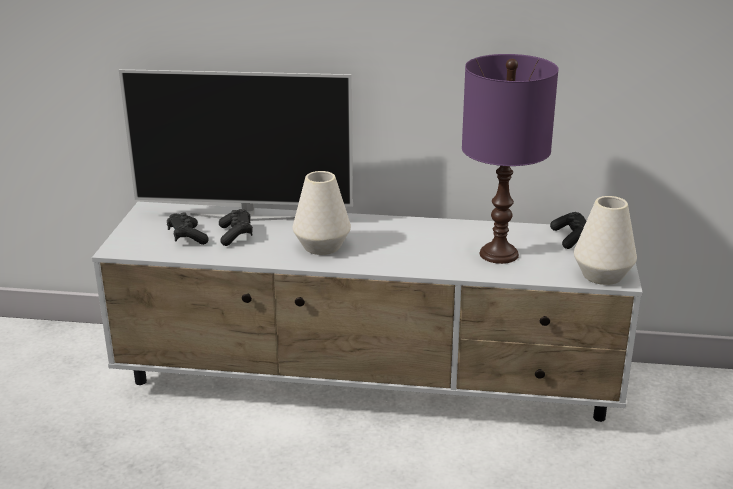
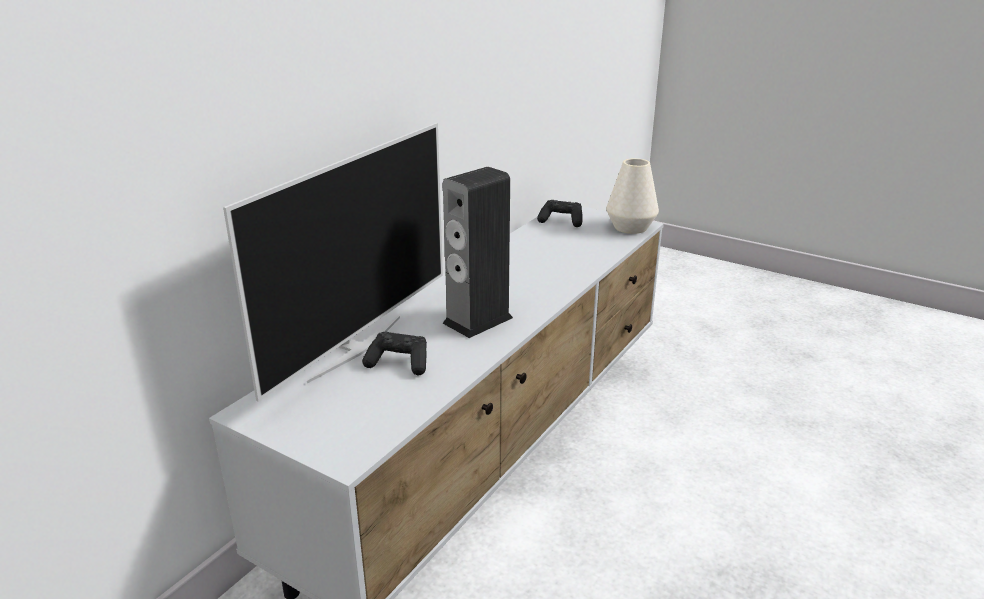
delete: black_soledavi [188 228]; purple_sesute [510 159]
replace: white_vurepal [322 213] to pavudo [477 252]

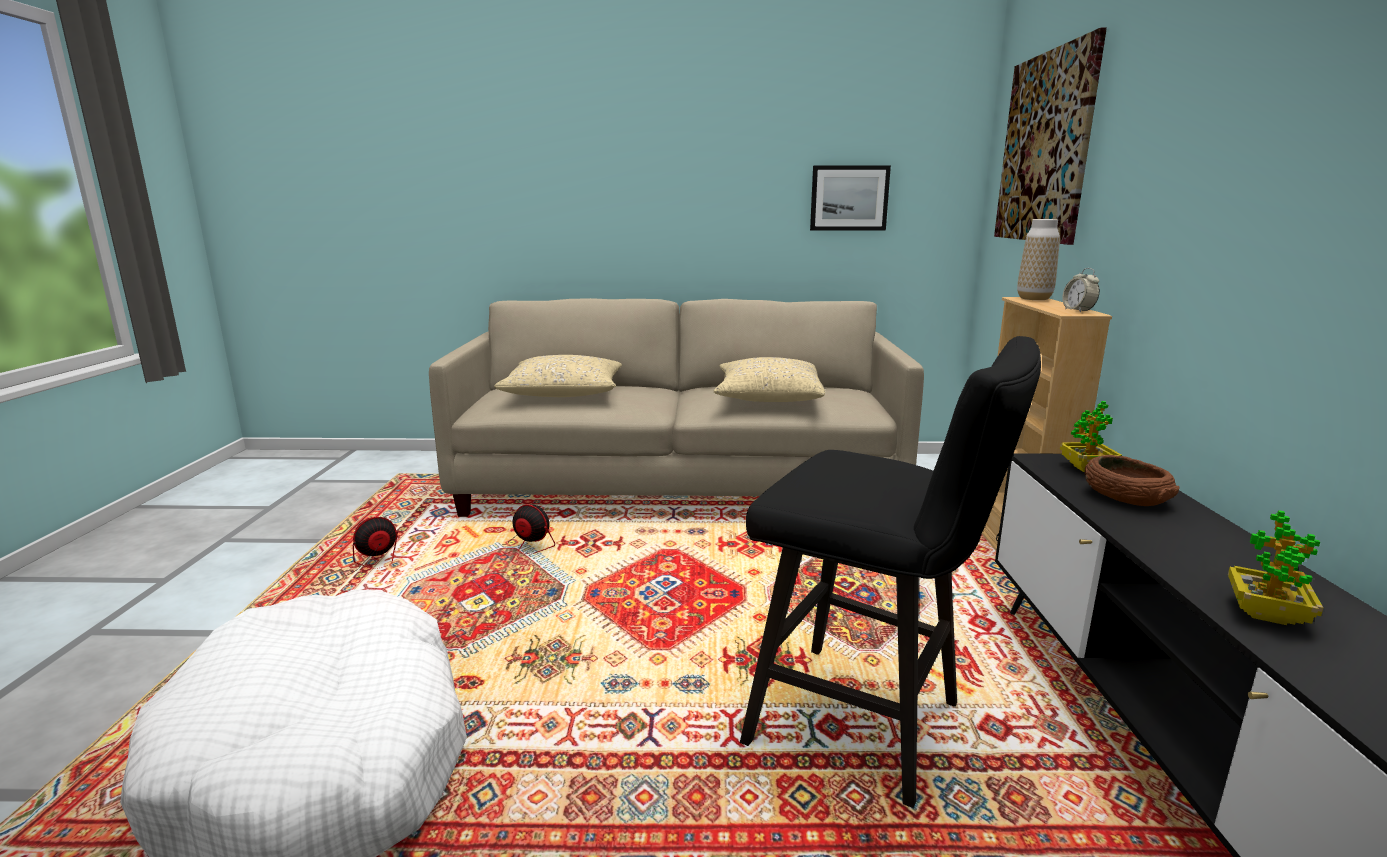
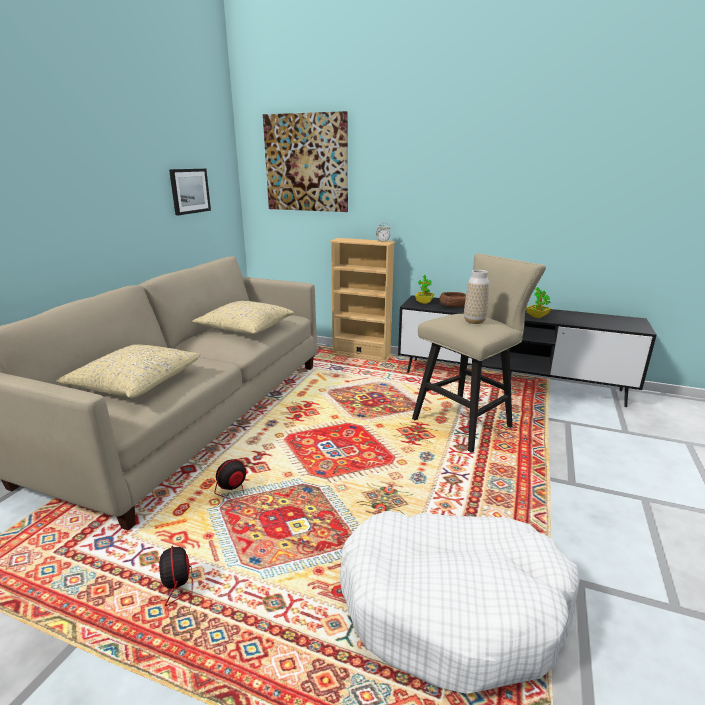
move: vurepal [1038 259] to [476 297]
recolor: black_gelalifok [890 572] to beige_gelalifok [479 353]

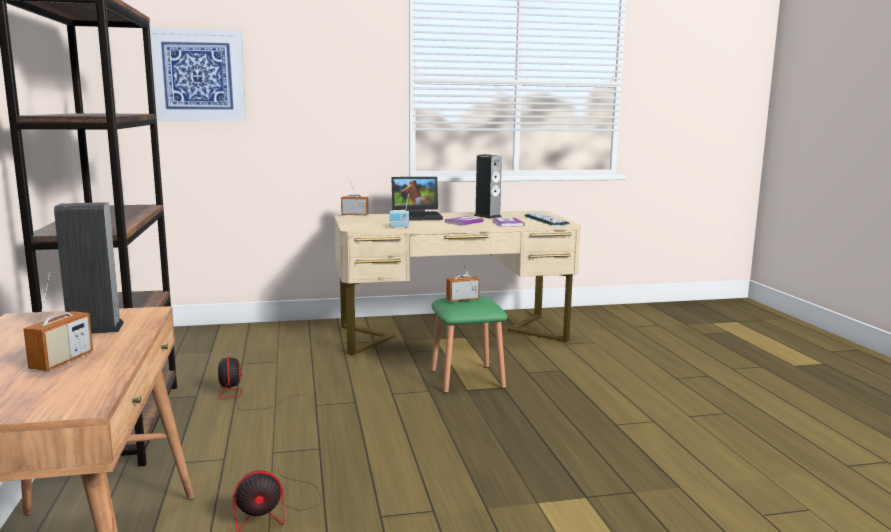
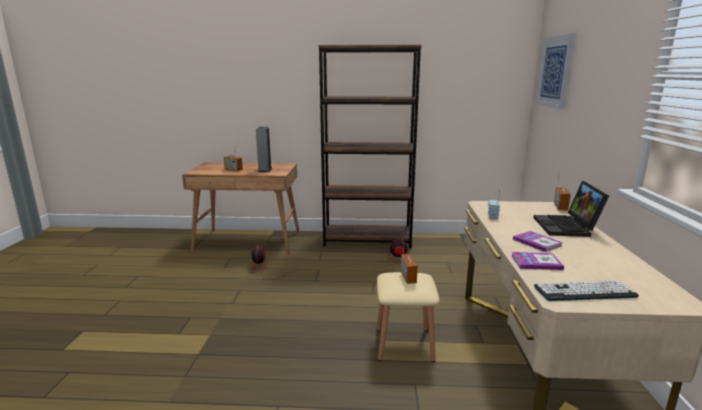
delete: pavudo [488 186]
recolor: green_gelalifok [469 345] to beige_gelalifok [408 317]

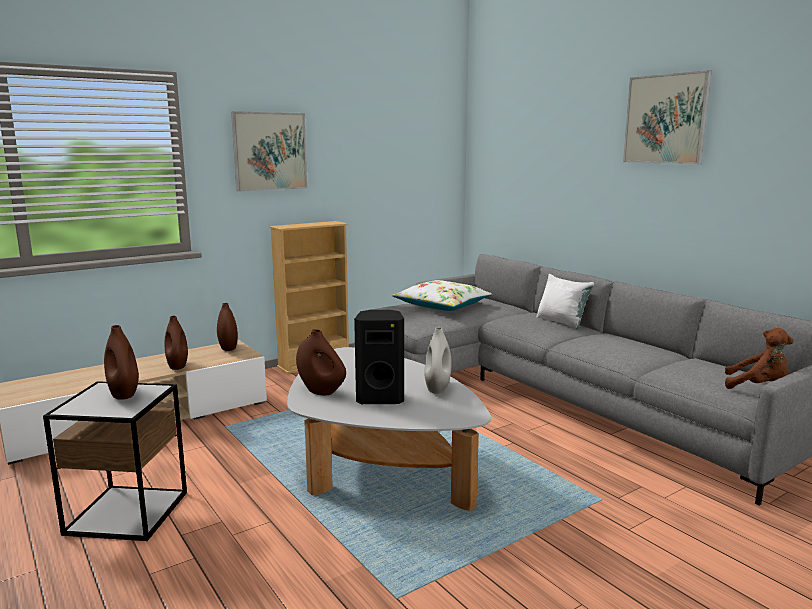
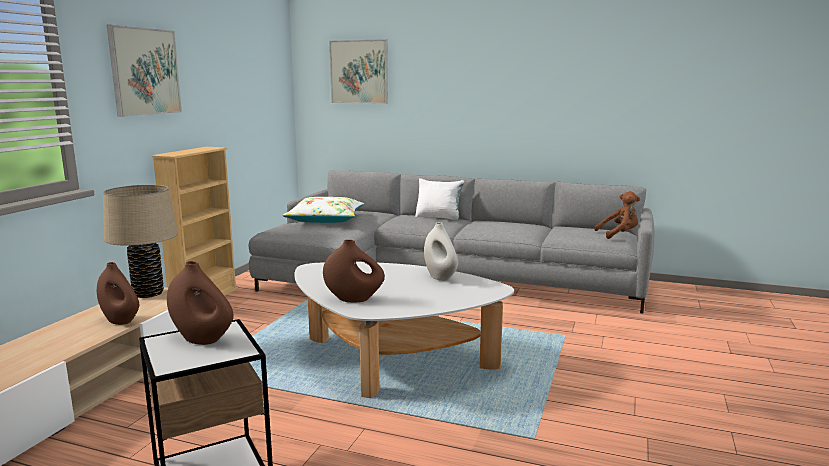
delete: black_pavudo [379 357]
move: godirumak [667 117] to [358 71]
replace: brown_vurepal [227 327] to beige_sesute [140 241]

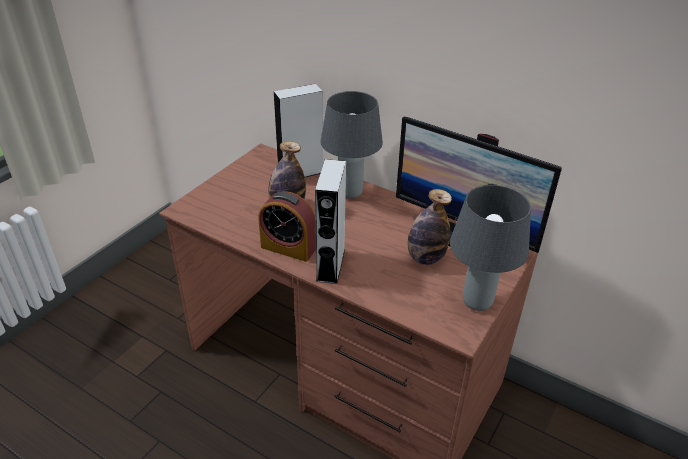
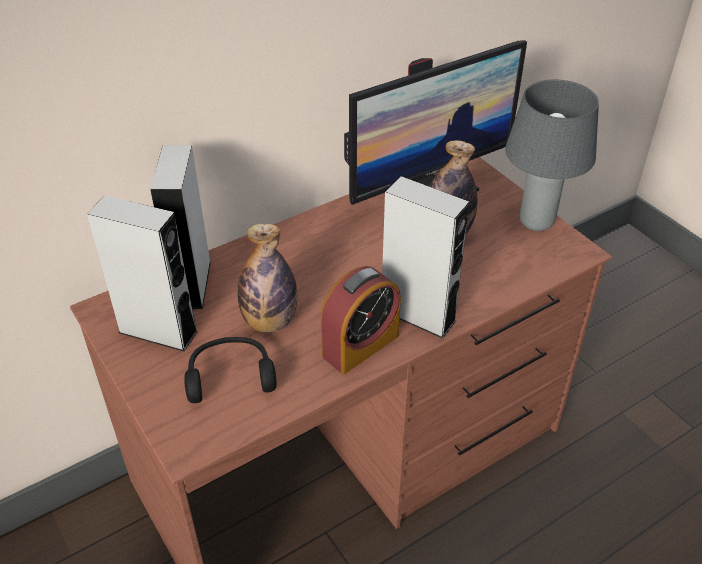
delete: grey_sesute [352 145]
insert: grey_pavudo [142 273]; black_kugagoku [230 370]

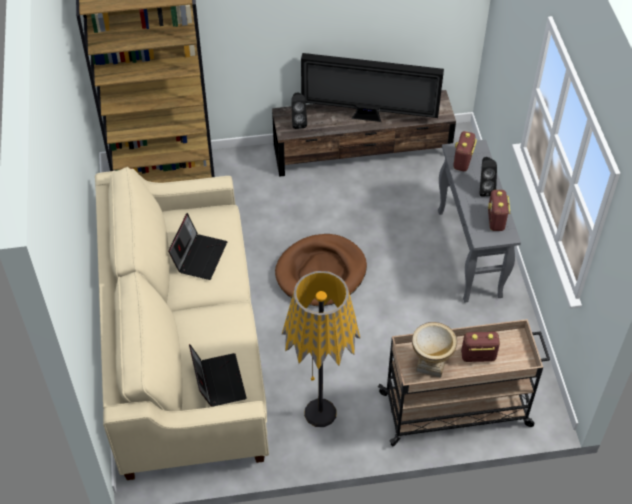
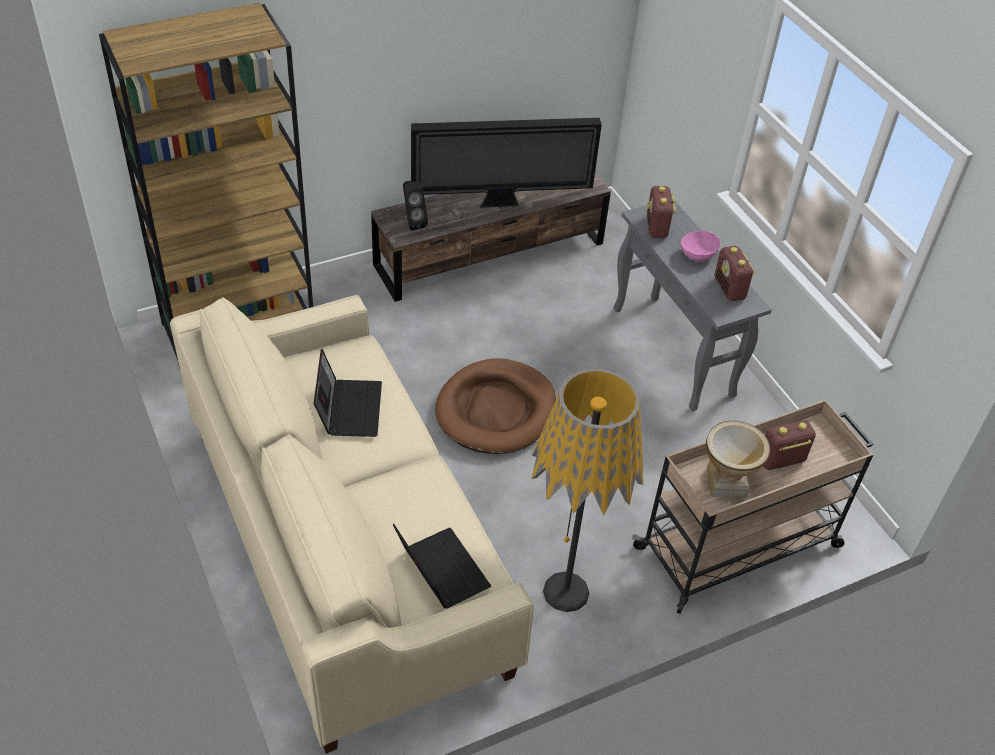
replace: black_pavudo [488 177] to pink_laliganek [700 245]

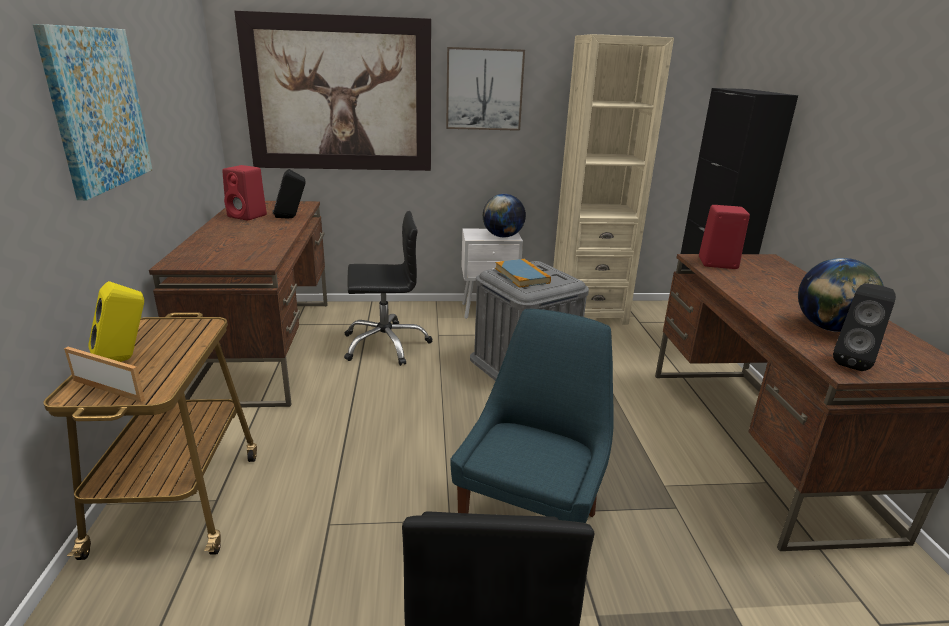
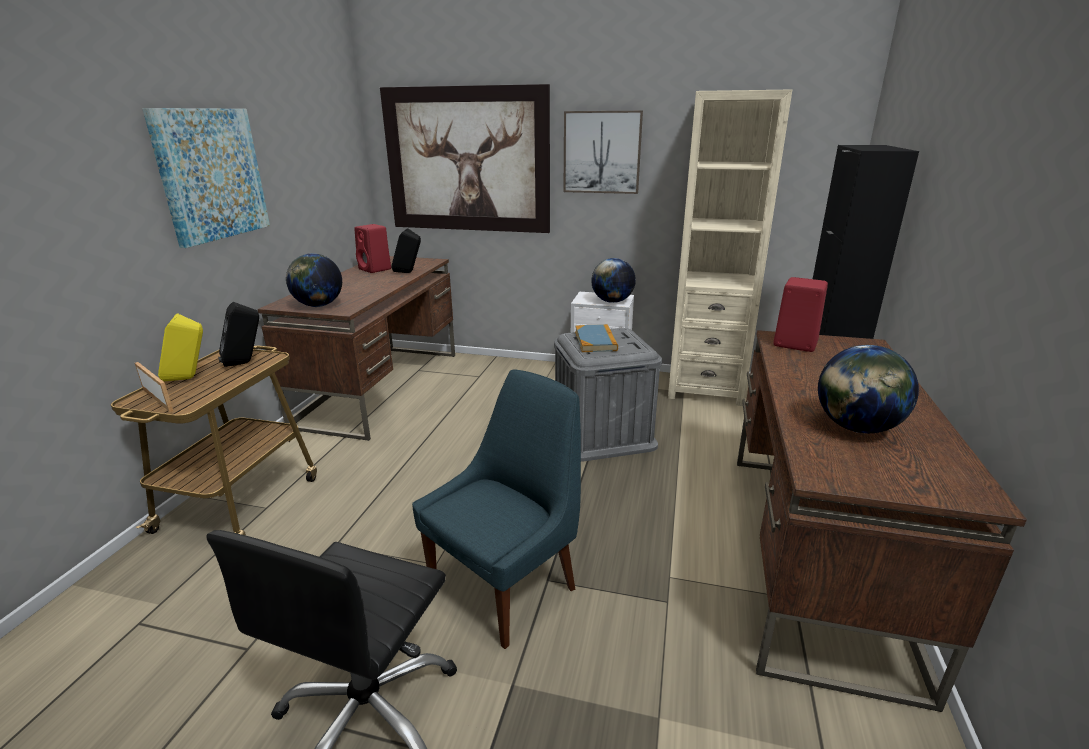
delete: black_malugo [388 288]
insert: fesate [314 280]
move: black_pavudo [864 327] to [238 334]

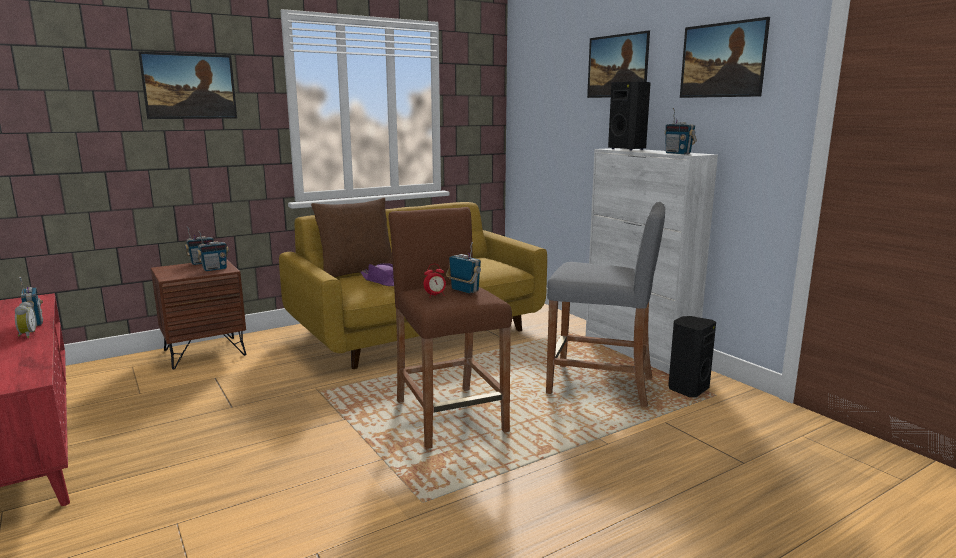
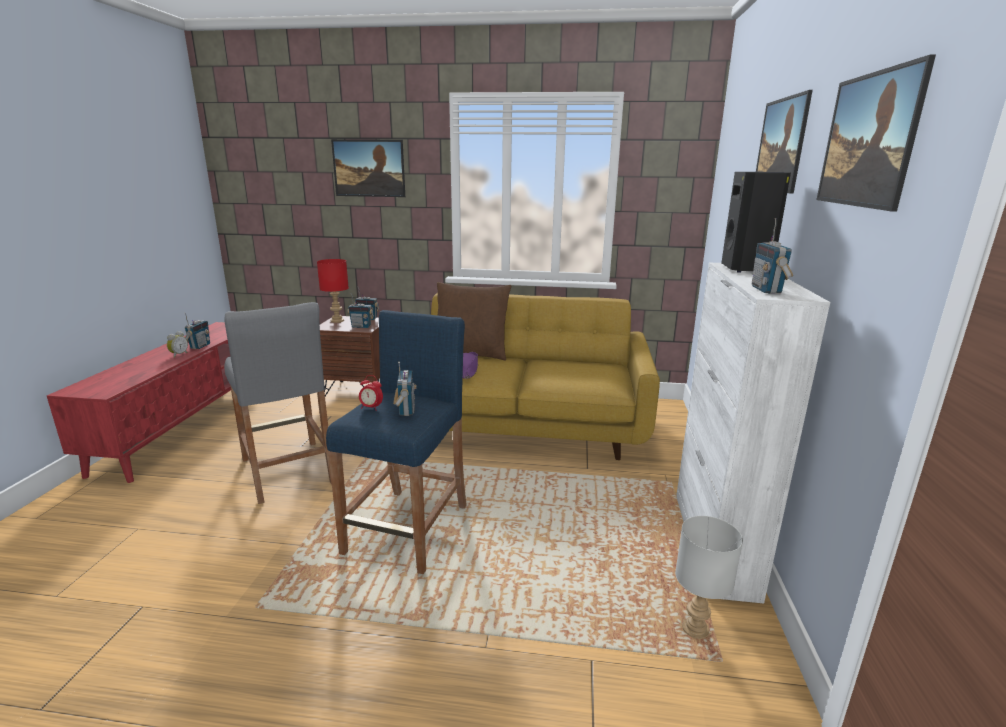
insert: red_sesute [333 291]
move: grey_gelalifok [605 304] to [278 403]
replace: black_pavudo [692 356] to grey_sesute [709 577]
recolor: brown_gelalifok [450 328] to blue_gelalifok [396 442]

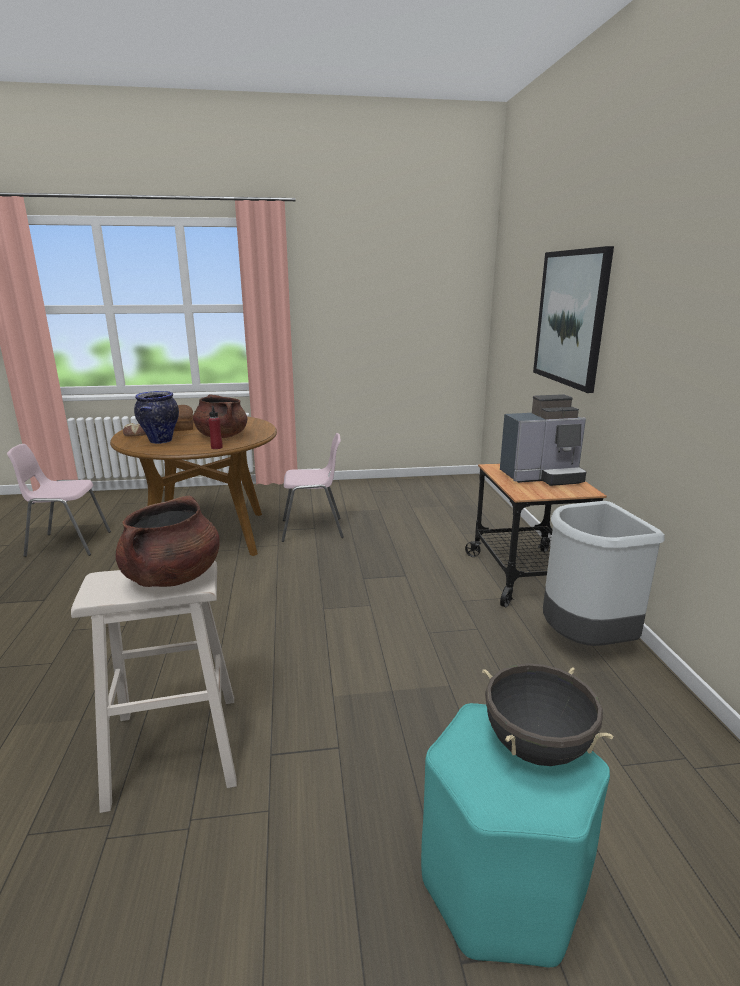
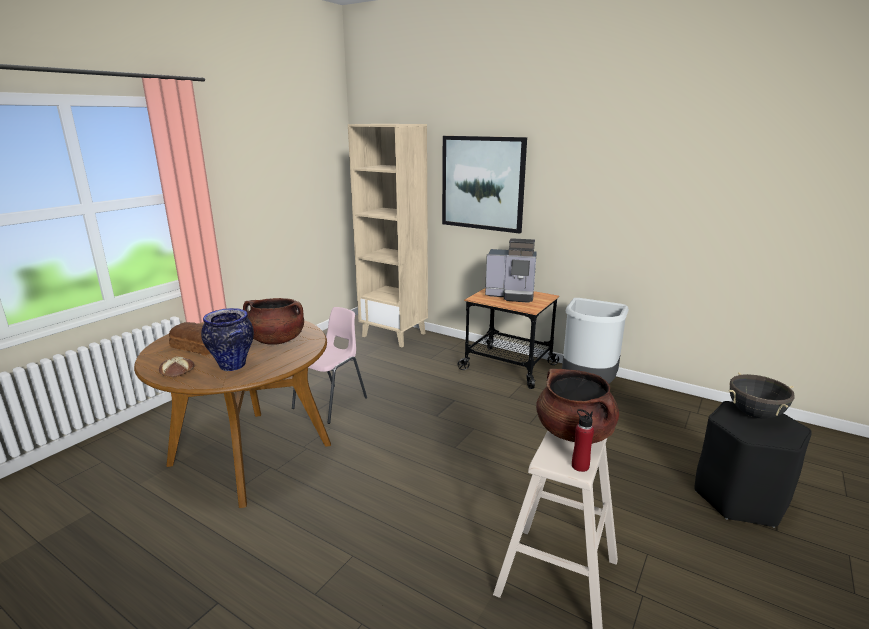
delete: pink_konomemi [59 500]
insert: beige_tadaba [388 235]
move: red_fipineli [215 427] to [583 440]
recolor: turquoise_gelalifok [515 835] to black_gelalifok [753 464]
rotate: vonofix [543 440] = [511 270] 75 degrees clockwise

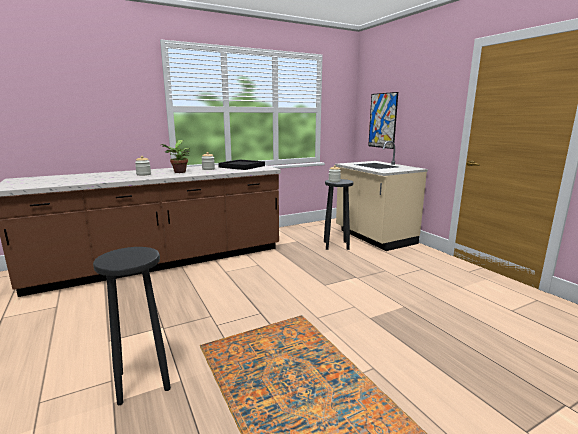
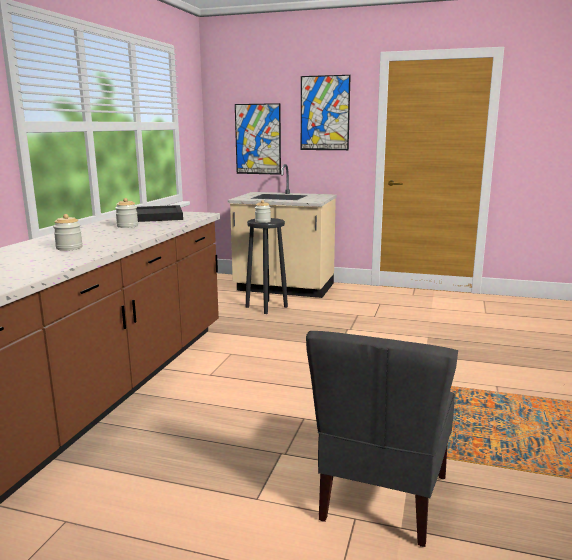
delete: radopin [175 156]
insert: godirumak [326 112]
replace: black_gelalifok [132 326] to grey_konomemi [382 439]

